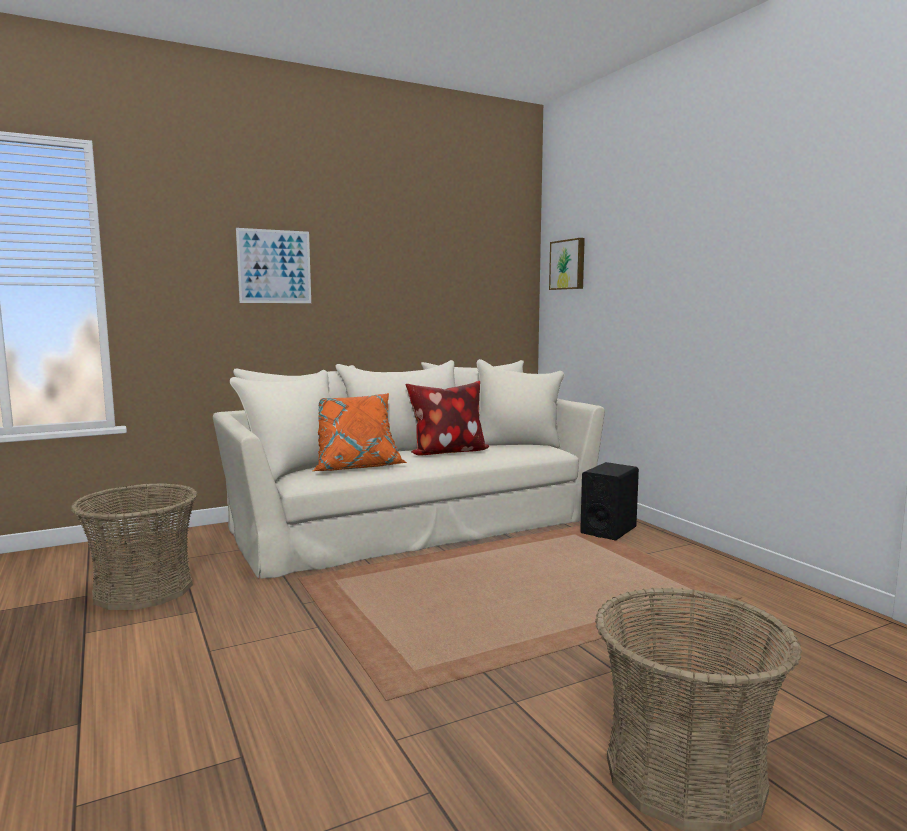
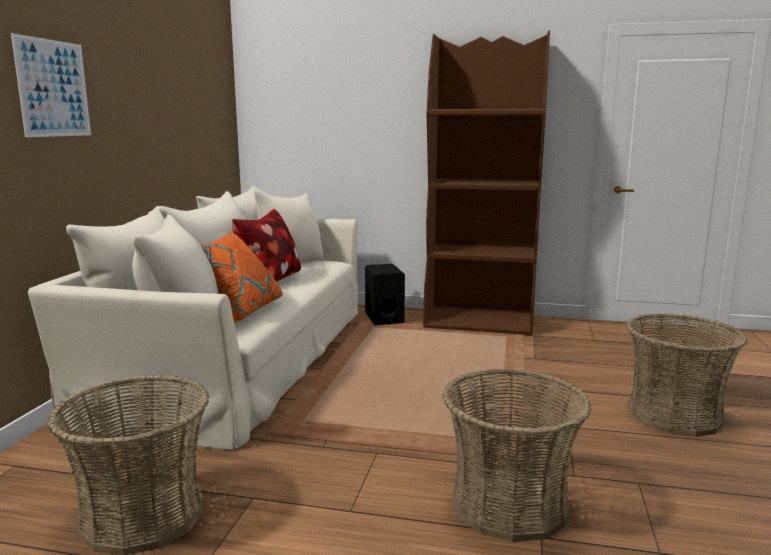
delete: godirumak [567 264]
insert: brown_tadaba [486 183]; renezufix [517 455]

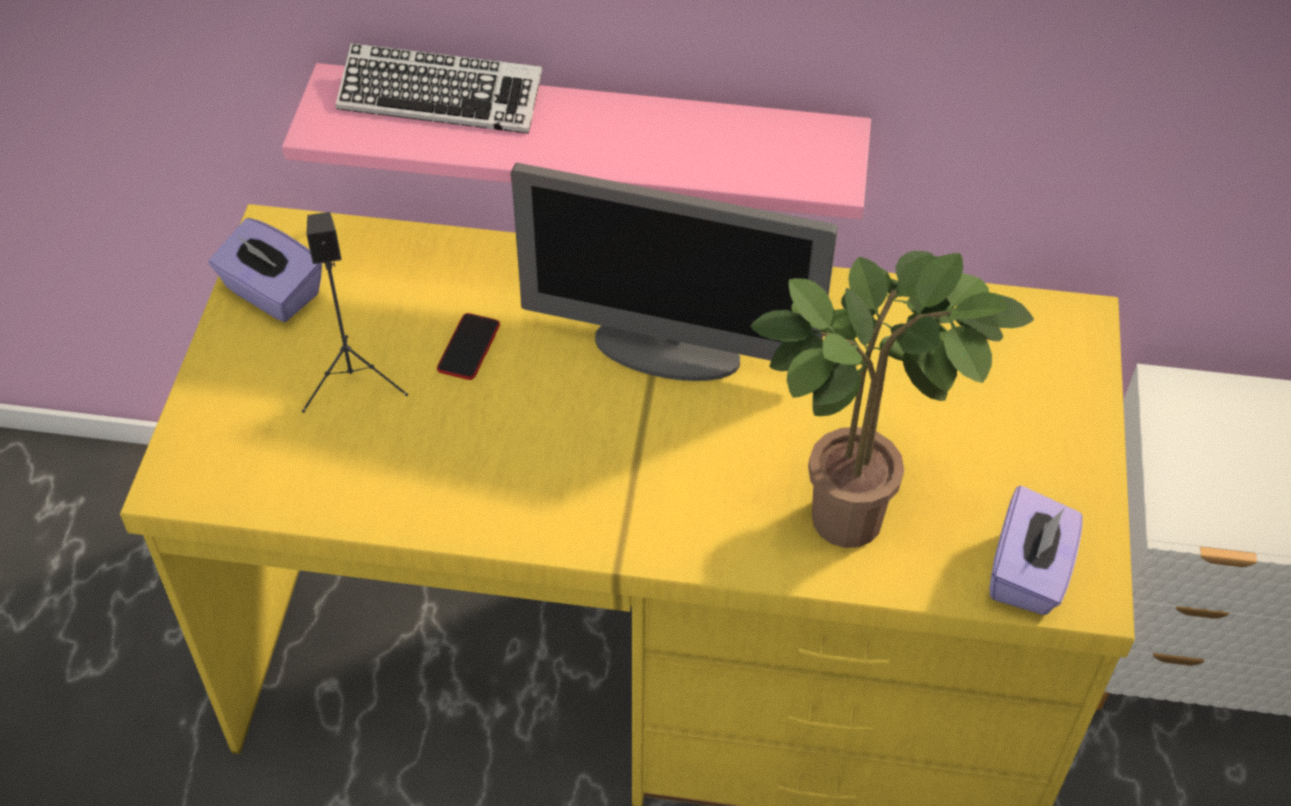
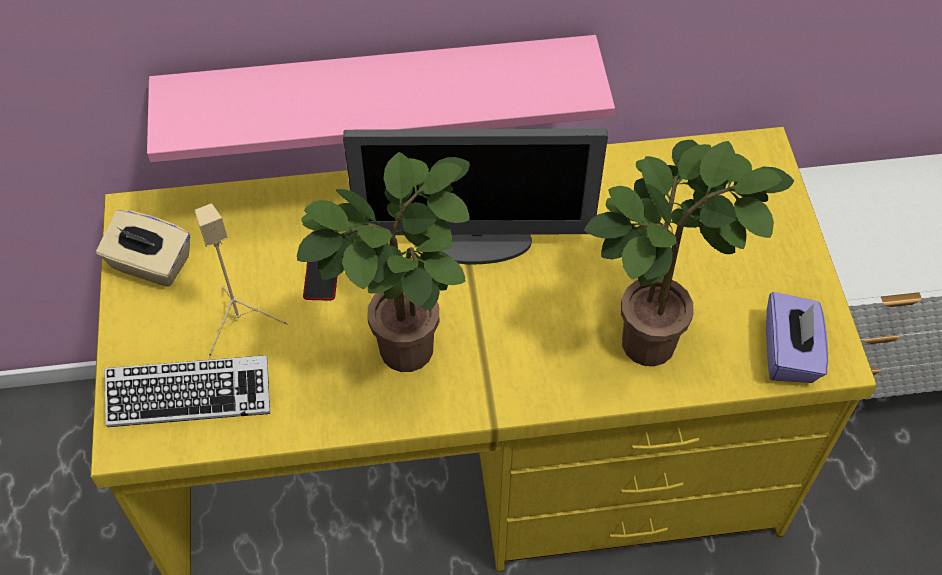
insert: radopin [383 262]
move: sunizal [439 88] to [187 391]
recolor: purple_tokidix [265 270] to beige_tokidix [143 248]; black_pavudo [355 312] to beige_pavudo [241 280]

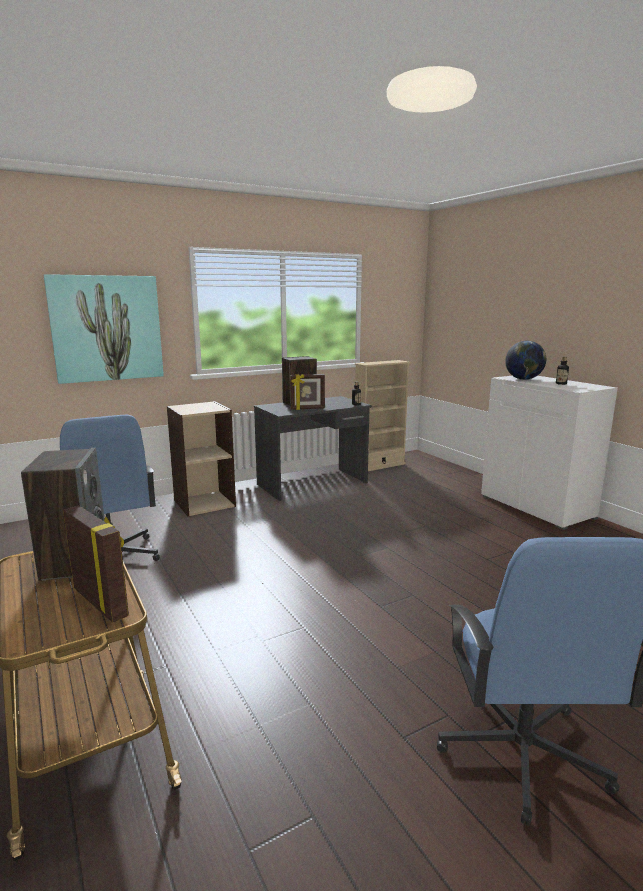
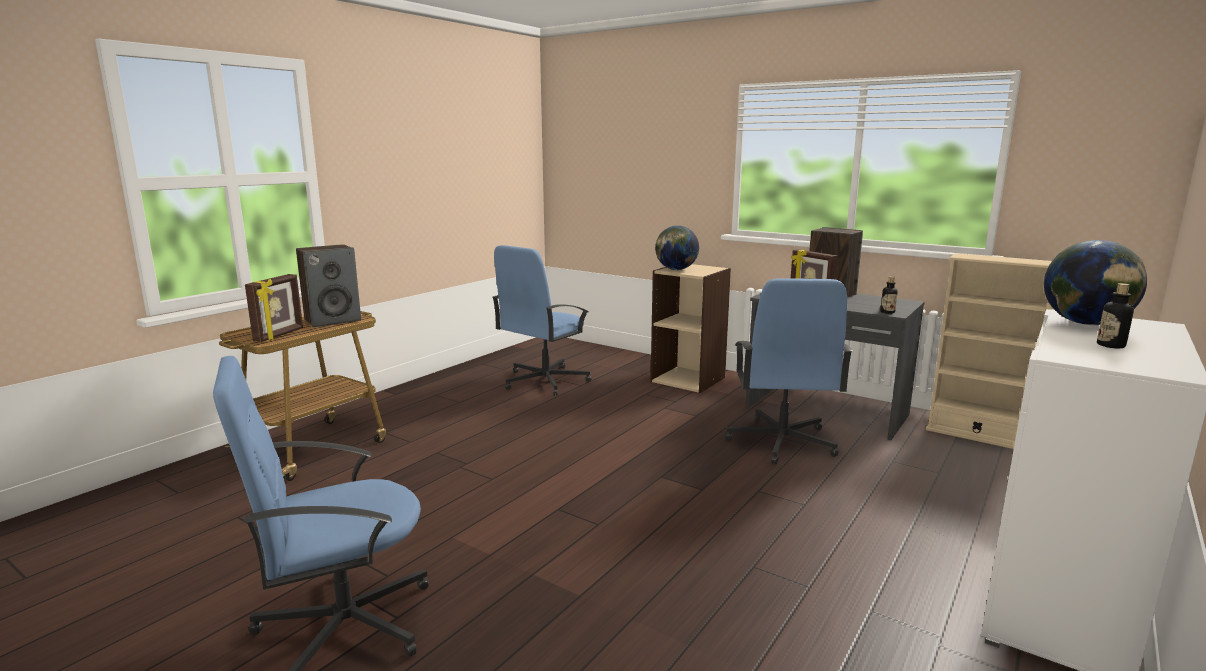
delete: godirumak [104 329]
insert: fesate [677 248]; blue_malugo [789 371]

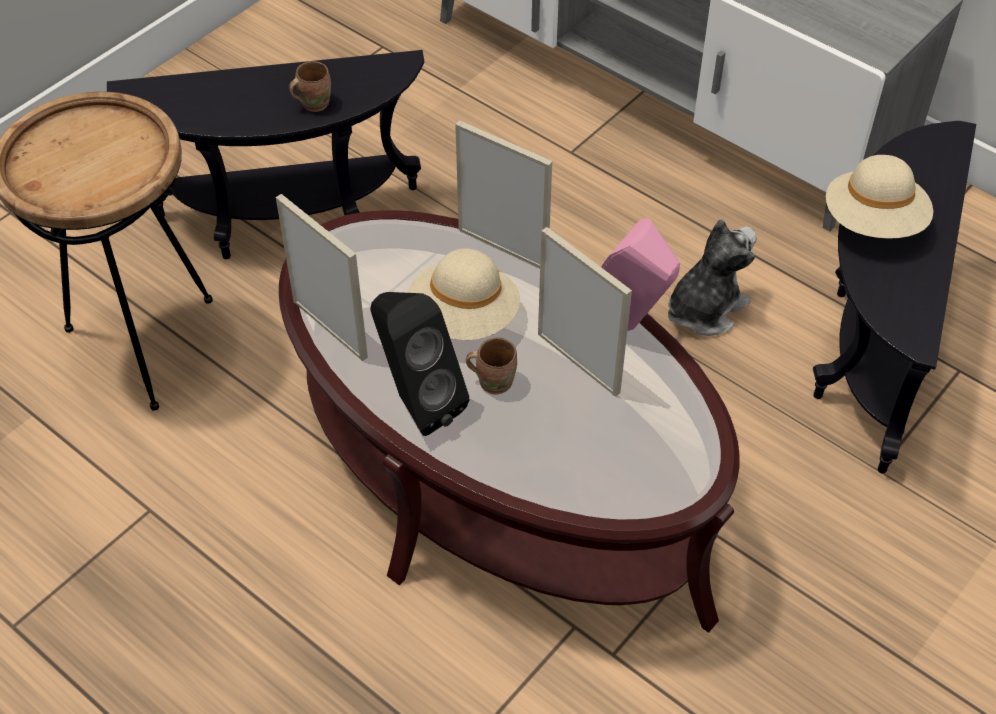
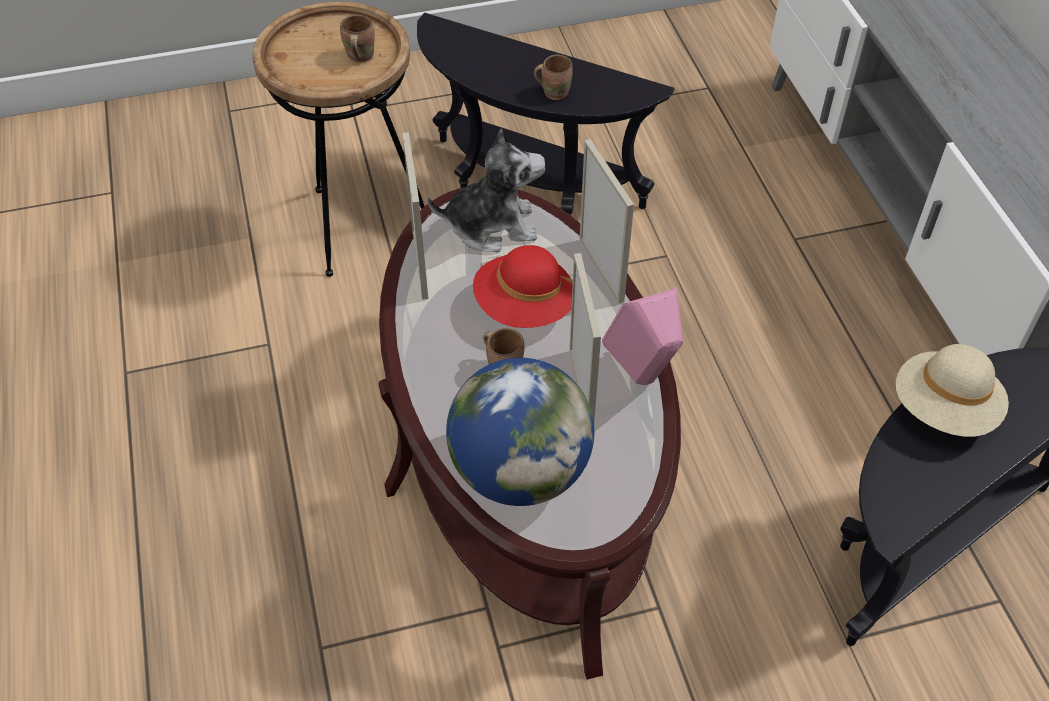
delete: black_pavudo [420 364]
insert: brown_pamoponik [357 39]; fesate [520 432]
move: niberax [712 277] to [487 190]
recolor: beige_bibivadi [463 294] to red_bibivadi [523 286]

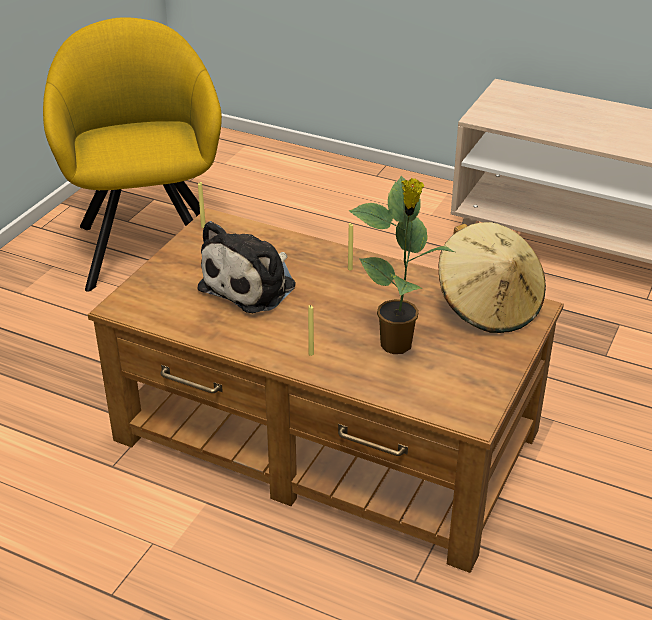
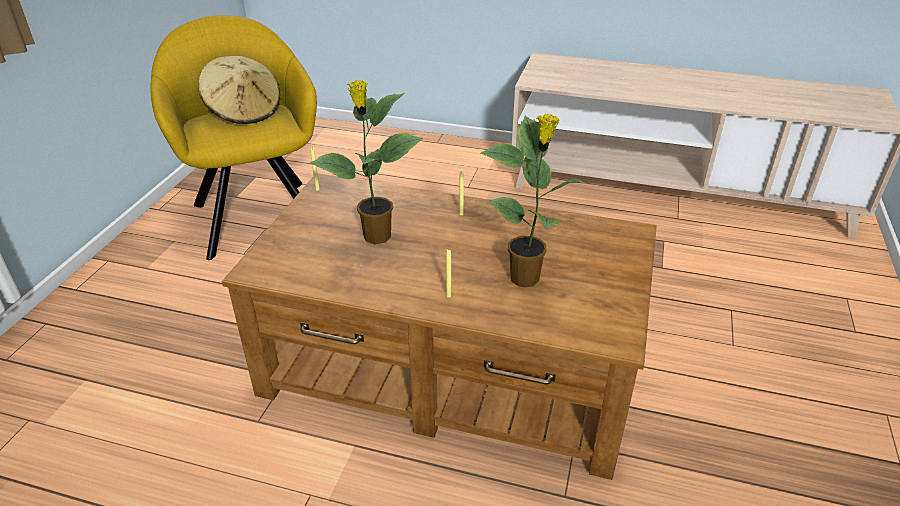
move: beige_bibivadi [492 277] to [239 90]
replace: niberax [246 267] to radopin [366 162]

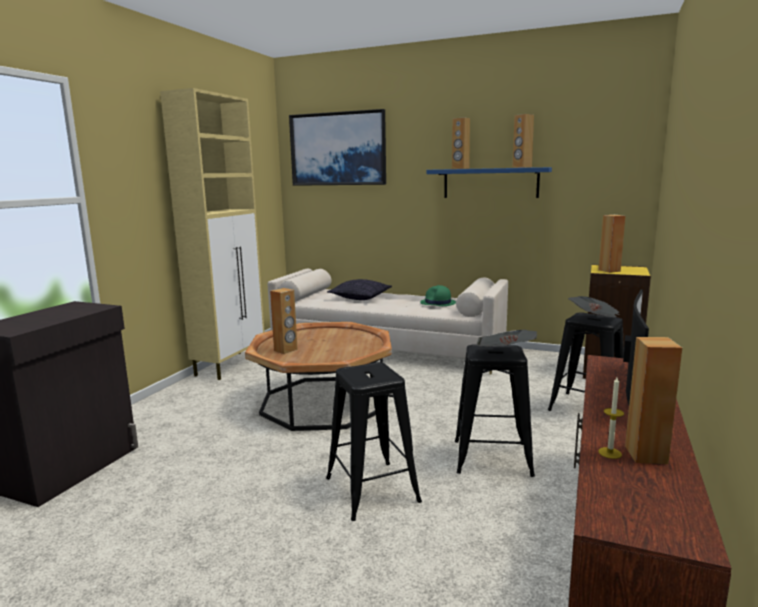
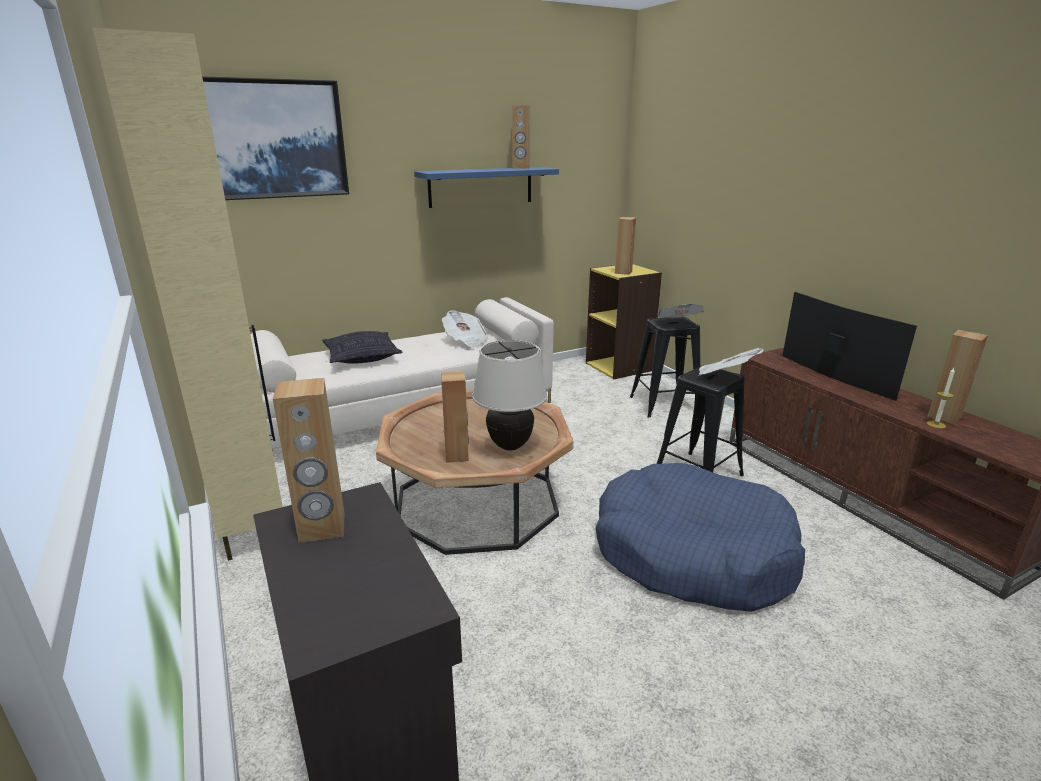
insert: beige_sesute [510 395]
move: brown_pavudo [461 143] to [309 460]
replace: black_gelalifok [374 441] to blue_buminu [700 537]; green_bibivadi [438 295] to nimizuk [465 329]

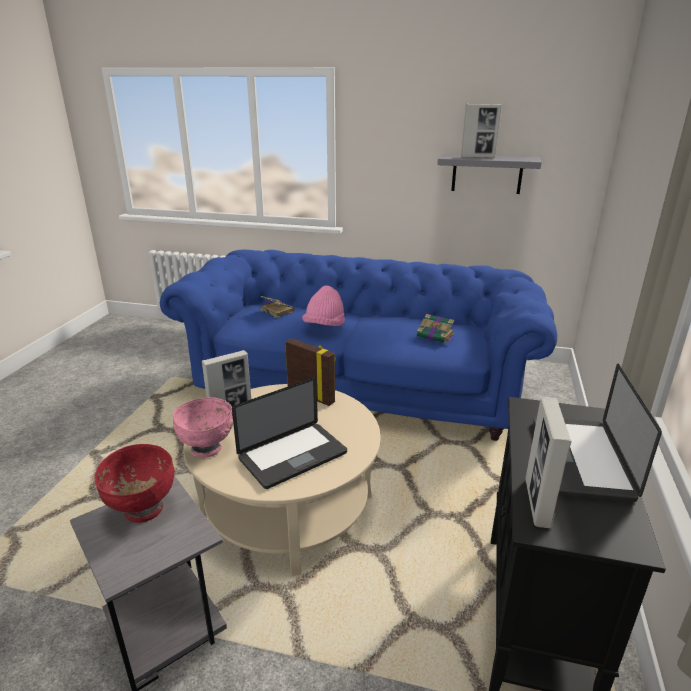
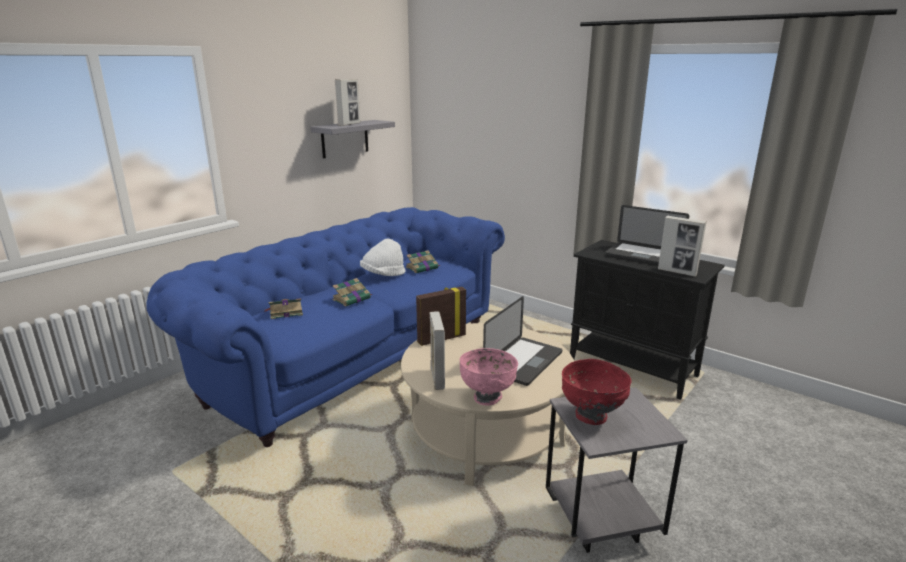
insert: white_bibivadi [382 257]
replace: pink_bibivadi [323 306] to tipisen [352 292]
rotate: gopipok [289 433] = [522 341] 45 degrees clockwise

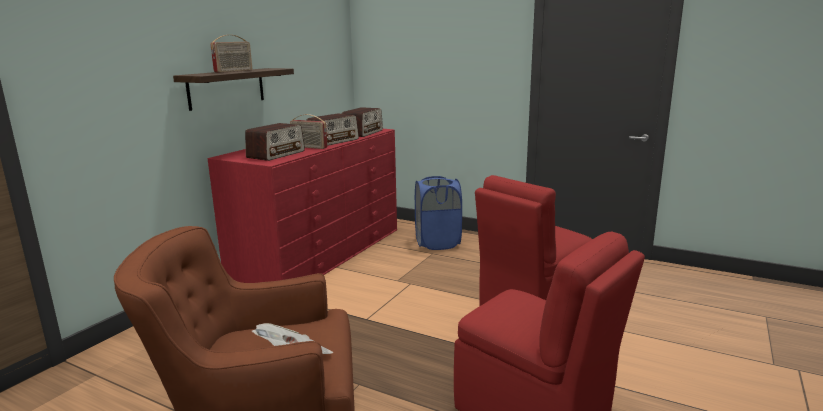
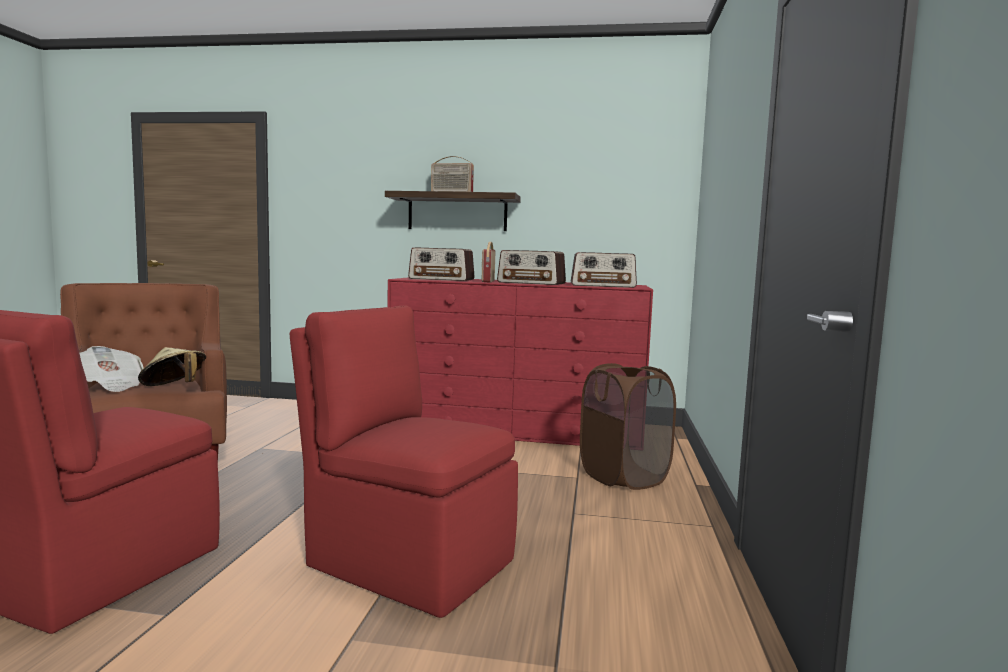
insert: beige_bibivadi [172 366]
recolor: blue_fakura [438 213] to brown_fakura [628 426]

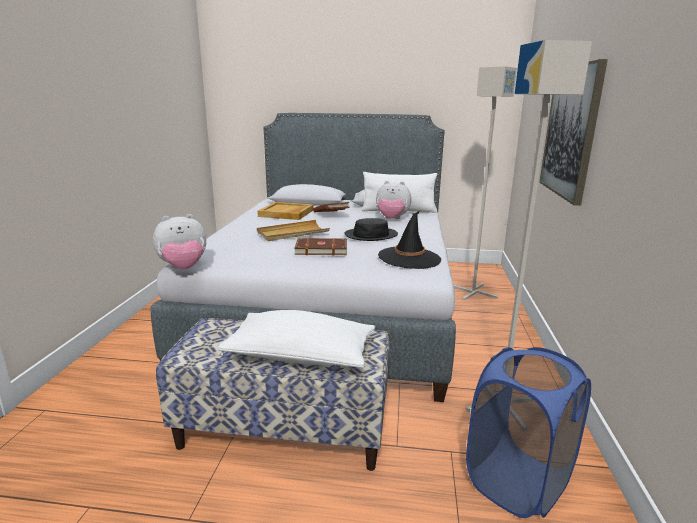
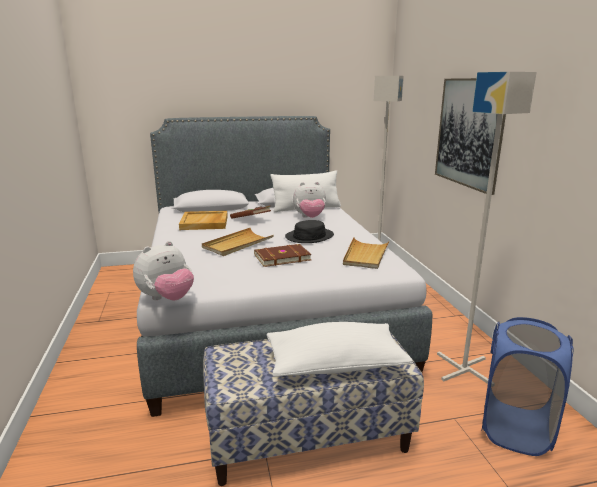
replace: black_bibivadi [409 240] to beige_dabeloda [366 253]

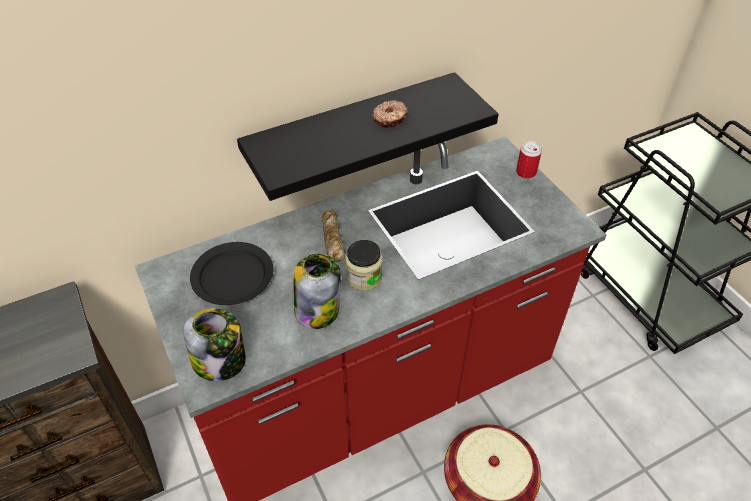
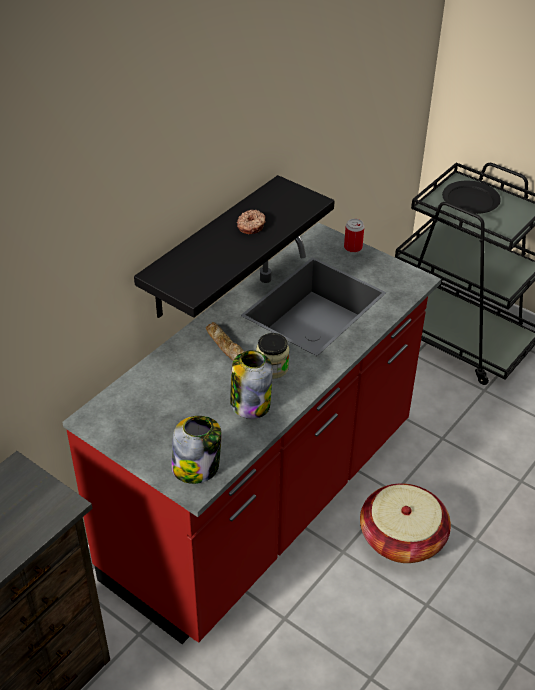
move: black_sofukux [231 273] to [471 197]

